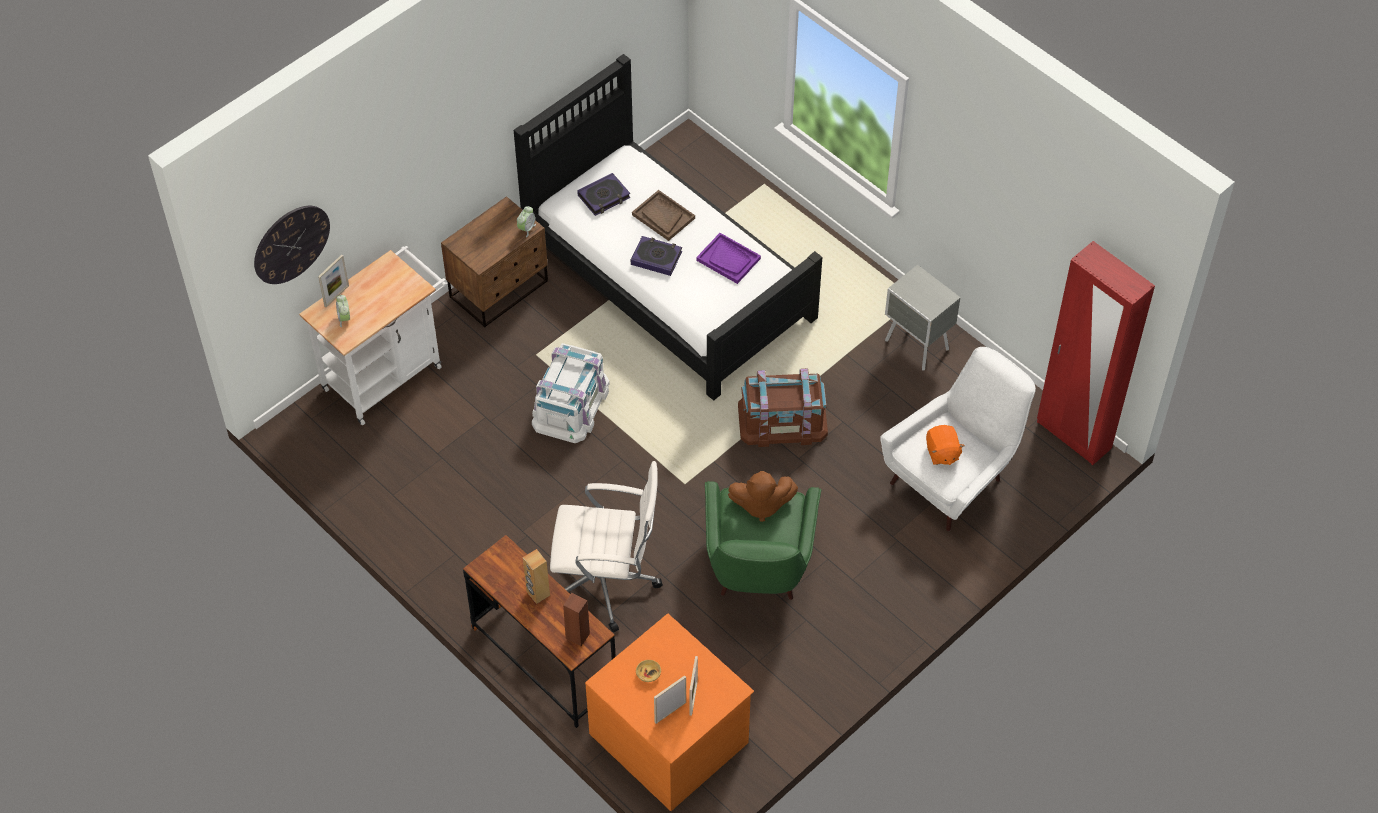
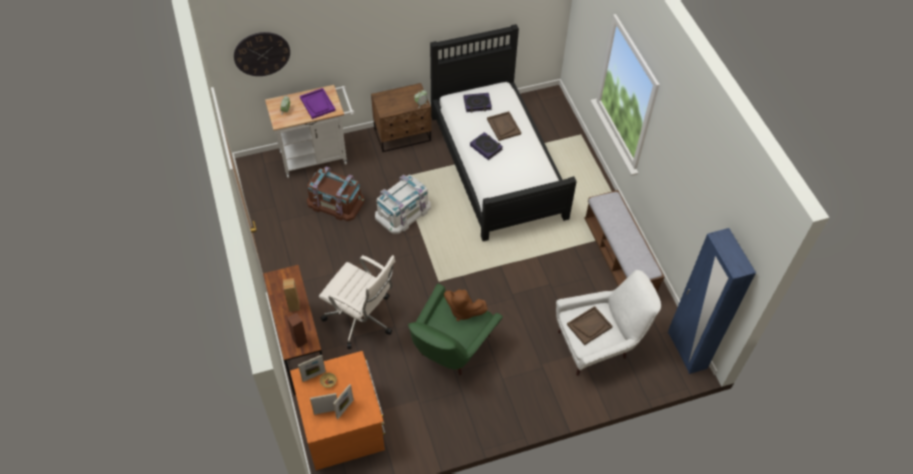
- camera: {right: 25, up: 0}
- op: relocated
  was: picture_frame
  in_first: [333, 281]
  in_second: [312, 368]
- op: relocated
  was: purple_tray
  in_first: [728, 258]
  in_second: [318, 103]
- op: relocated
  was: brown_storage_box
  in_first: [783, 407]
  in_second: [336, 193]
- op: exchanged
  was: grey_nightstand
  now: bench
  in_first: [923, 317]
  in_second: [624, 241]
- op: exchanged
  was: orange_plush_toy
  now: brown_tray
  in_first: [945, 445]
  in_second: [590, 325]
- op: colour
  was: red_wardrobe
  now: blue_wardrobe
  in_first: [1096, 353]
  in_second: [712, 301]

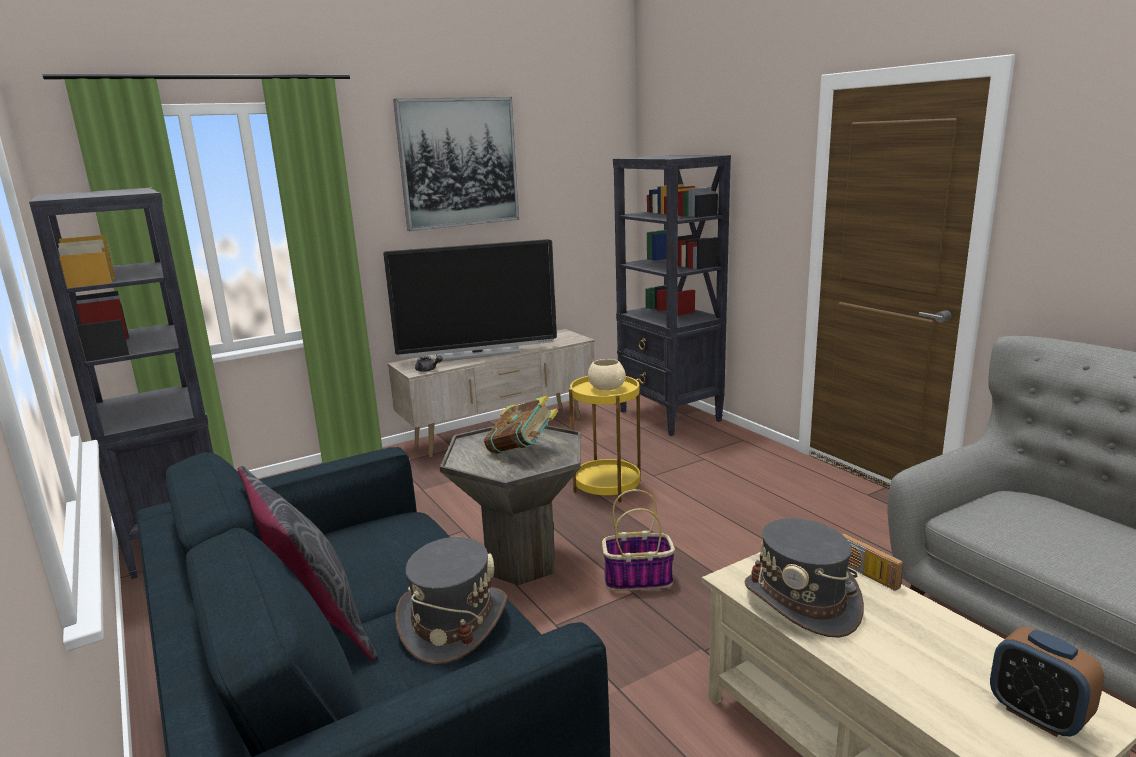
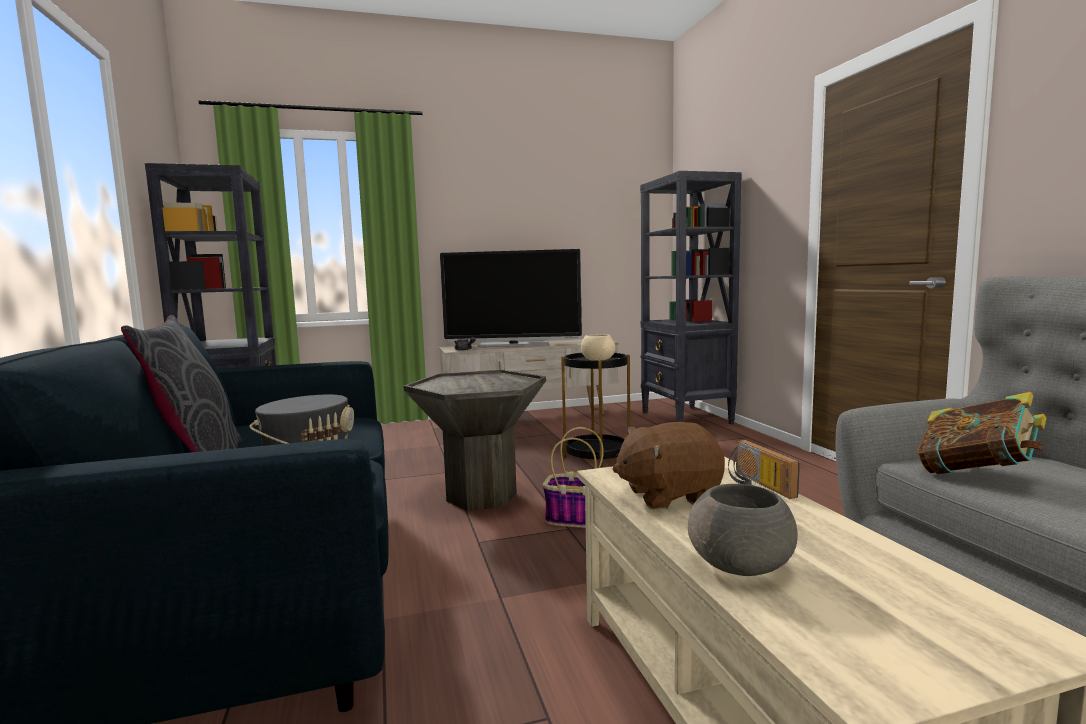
- camera: {right: 15, up: -10}
- op: missing
  was: picture
  in_first: [456, 164]
- op: missing
  was: alarm_clock
  in_first: [1047, 682]
- op: appeared
  now: grey_bowl
  in_second: [743, 530]
- op: relocated
  was: book
  in_first: [521, 424]
  in_second: [982, 433]
- op: exchanged
  was: grey_hat
  now: brown_plush_toy
  in_first: [804, 578]
  in_second: [669, 465]
- op: colour
  was: yellow_side_table
  now: black_side_table
  in_first: [605, 439]
  in_second: [595, 410]

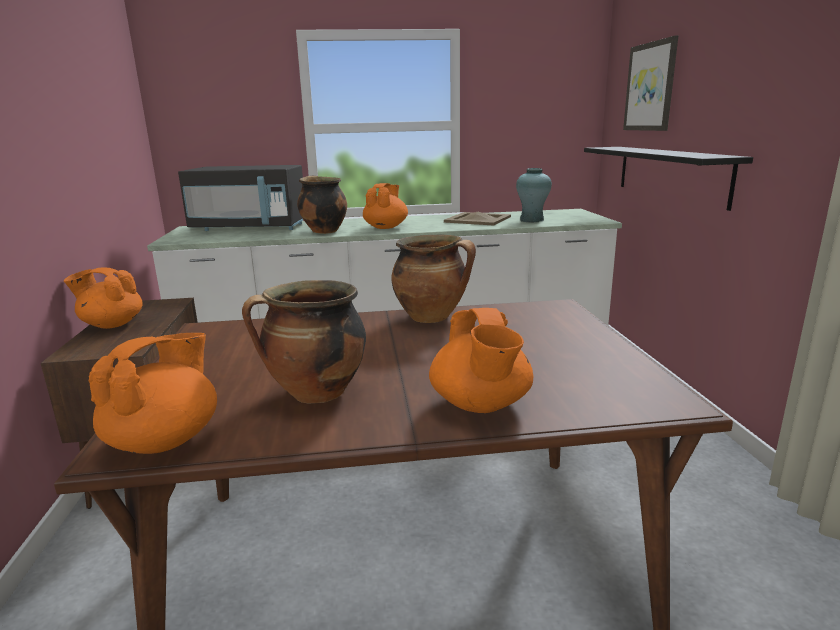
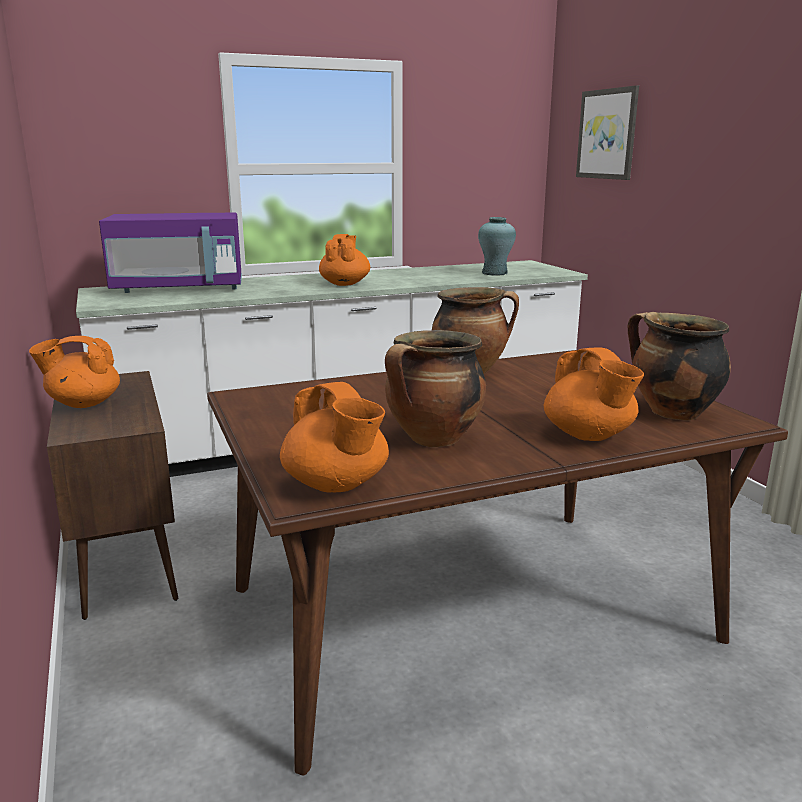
- camera: {right: -15, up: 0}
- op: missing
  was: beige_tray
  in_first: [477, 219]
- op: missing
  was: black_shelf
  in_first: [668, 179]
- op: relocated
  was: cooking_pot
  in_first: [322, 205]
  in_second: [679, 366]
- op: colour
  was: black_microwave
  now: purple_microwave
  in_first: [240, 198]
  in_second: [170, 253]
- op: spun
  was: orange_teapot
  in_first: [152, 393]
  in_second: [334, 437]
  clockwise: 135

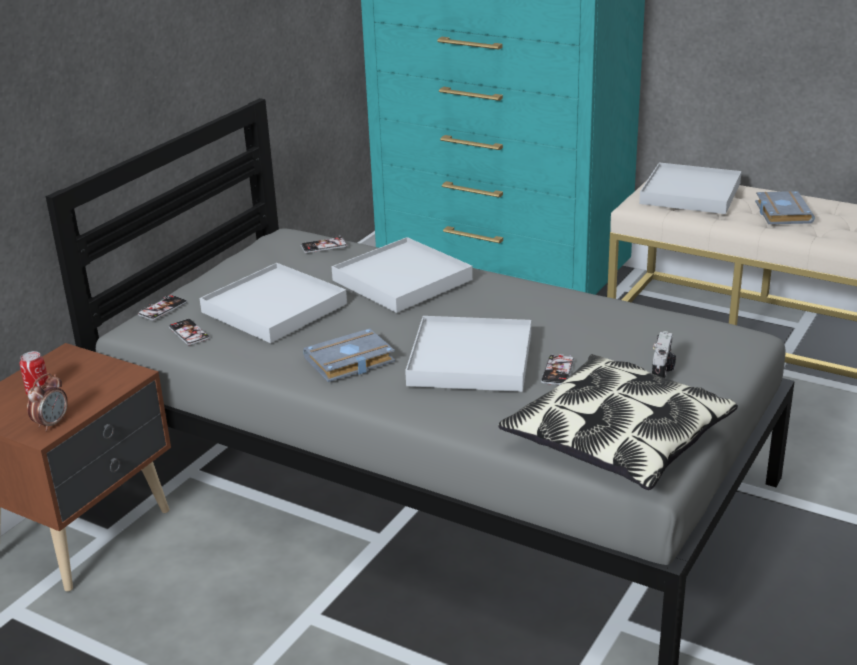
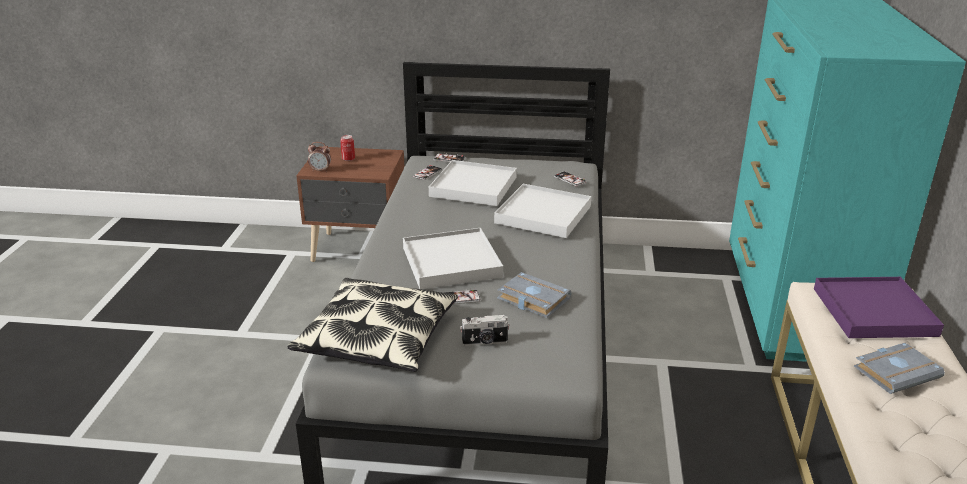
- camera: {right: 65, up: 0}
- op: relocated
  was: grey_book
  in_first: [349, 355]
  in_second: [534, 295]
- op: colour
  was: white_tray
  now: purple_tray
  in_first: [690, 188]
  in_second: [879, 307]

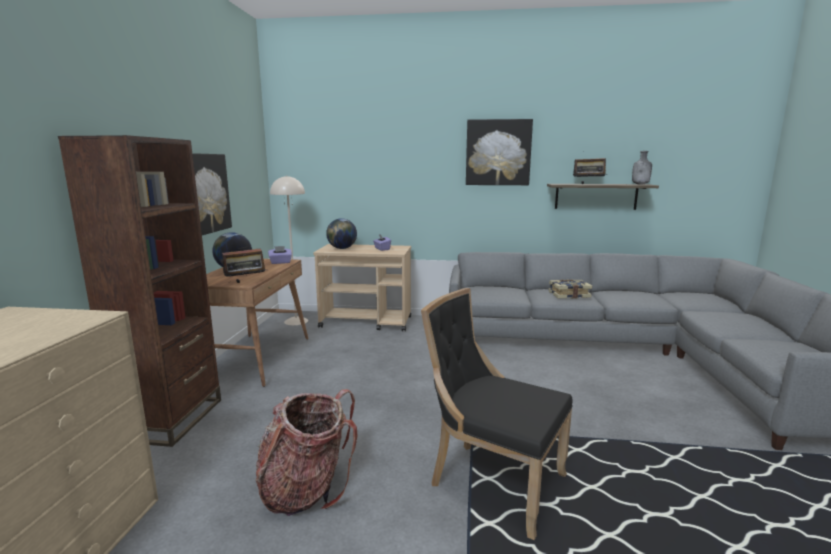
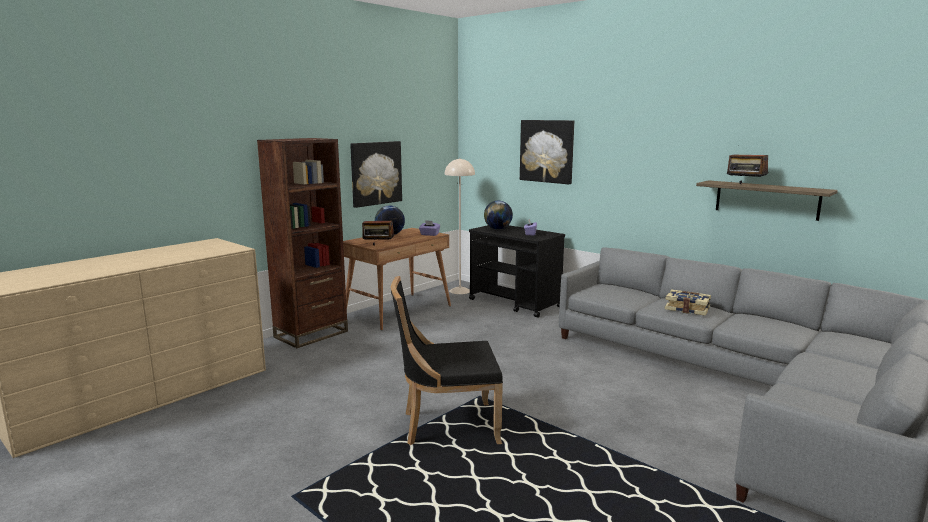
- camera: {right: 35, up: 0}
- op: missing
  was: backpack
  in_first: [307, 452]
- op: missing
  was: grey_bottle
  in_first: [642, 168]
- op: relocated
  was: picture
  in_first: [499, 152]
  in_second: [547, 152]
- op: colour
  was: beige_cart
  now: black_cart
  in_first: [362, 287]
  in_second: [517, 271]
- op: spun
  was: black_chair
  in_first: [497, 414]
  in_second: [447, 360]
  clockwise: -75

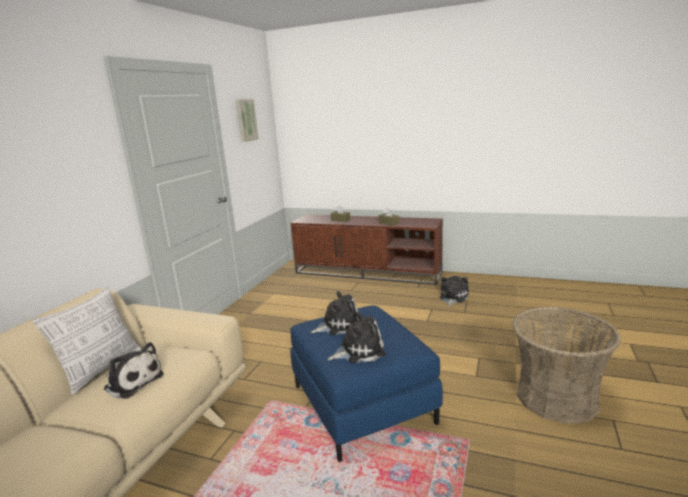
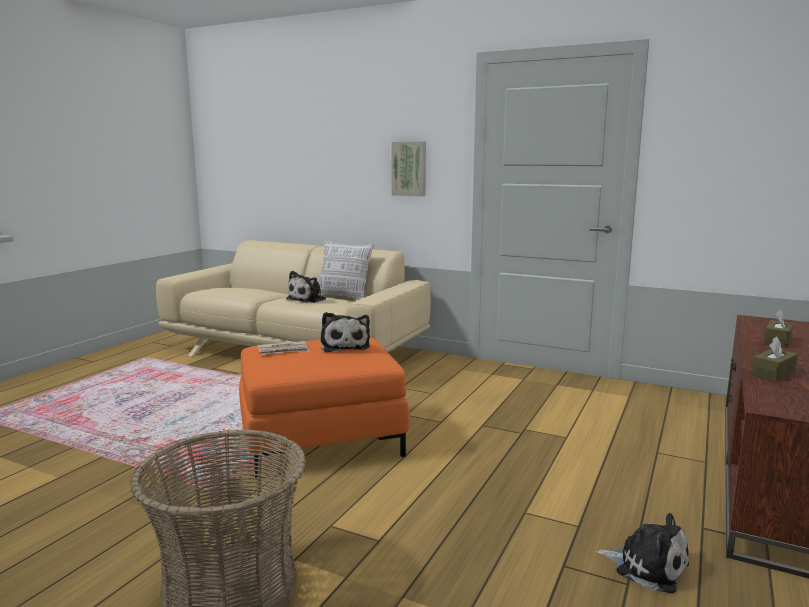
- camera: {right: 95, up: -5}
- op: relocated
  was: picture
  in_first: [247, 120]
  in_second: [408, 168]
- op: exchanged
  was: plush_toy
  now: newspaper
  in_first: [357, 337]
  in_second: [284, 348]
- op: colour
  was: blue_ottoman
  now: orange_ottoman
  in_first: [366, 383]
  in_second: [324, 408]

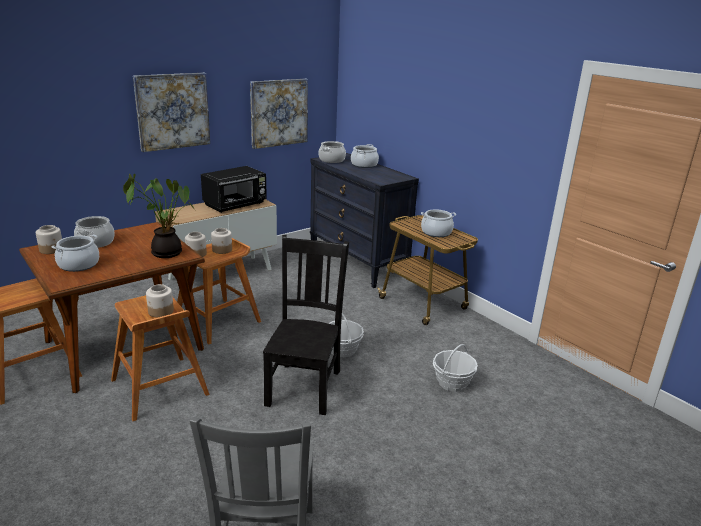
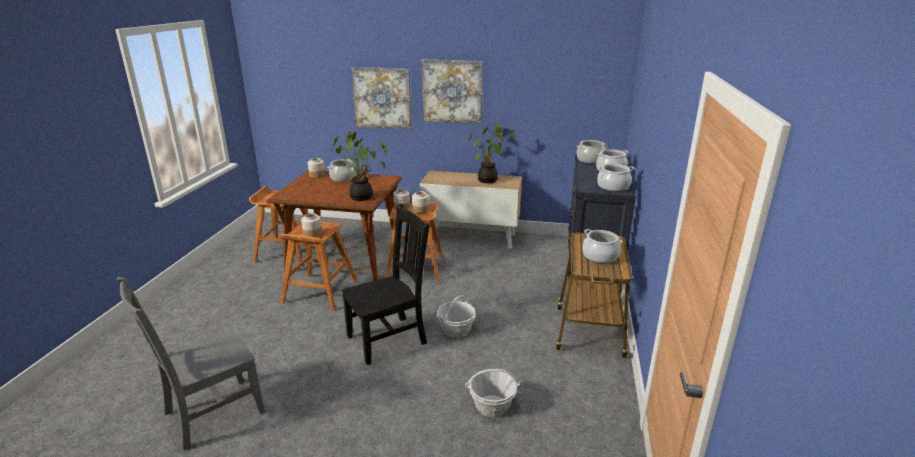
- camera: {right: 50, up: 0}
- op: relocated
  was: cooking_pot
  in_first: [75, 253]
  in_second: [615, 178]
- op: relocated
  was: picture
  in_first: [279, 114]
  in_second: [381, 98]
- op: exchanged
  was: black_microwave
  now: potted_plant
  in_first: [234, 189]
  in_second: [492, 153]

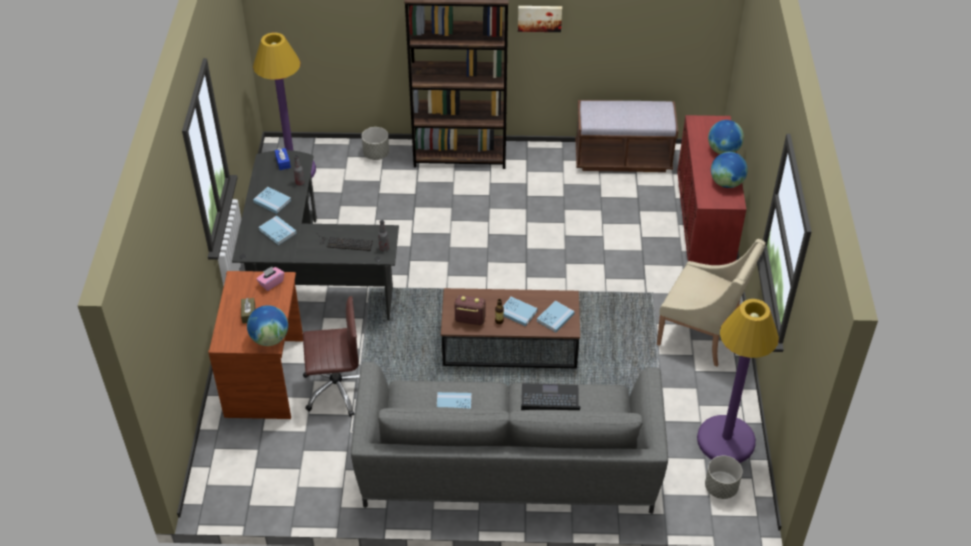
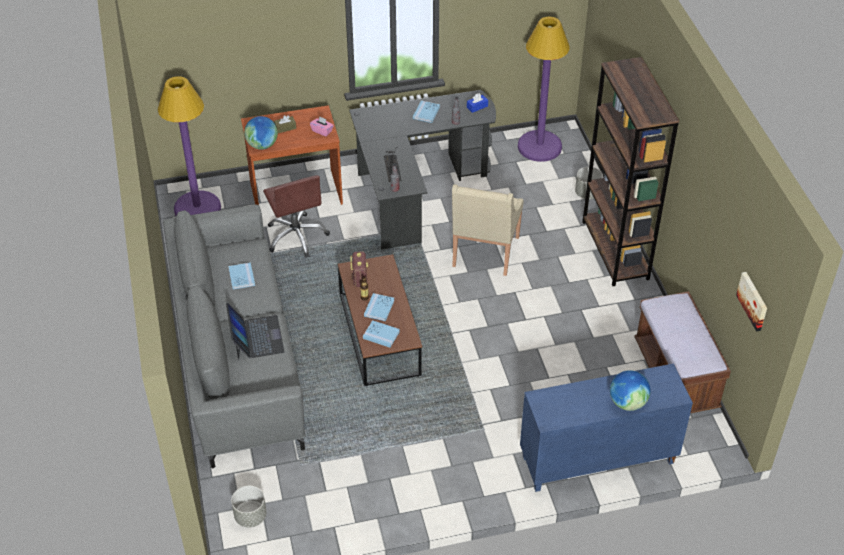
- camera: {right: 75, up: 0}
- op: missing
  was: blue_book
  in_first: [277, 230]
- op: missing
  was: globe
  in_first: [729, 170]
- op: relocated
  was: picture
  in_first: [540, 19]
  in_second: [751, 302]
- op: relocated
  was: beige_armchair
  in_first: [711, 302]
  in_second: [488, 230]
- op: relocated
  was: purple_floor_lamp
  in_first: [738, 381]
  in_second: [189, 146]
- op: colour
  was: red_cabinet
  now: blue_cabinet
  in_first: [711, 190]
  in_second: [606, 427]

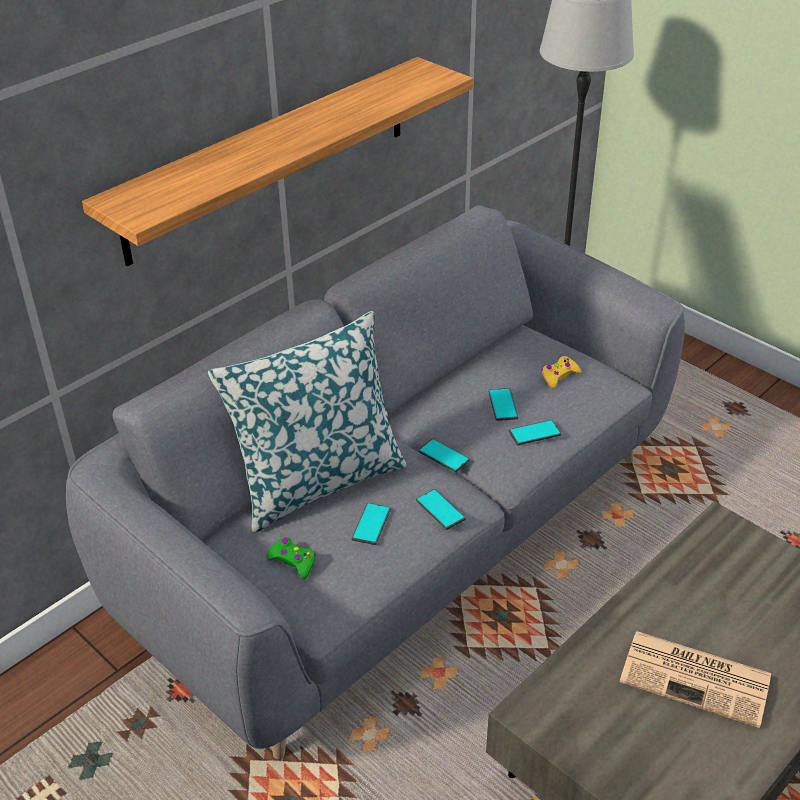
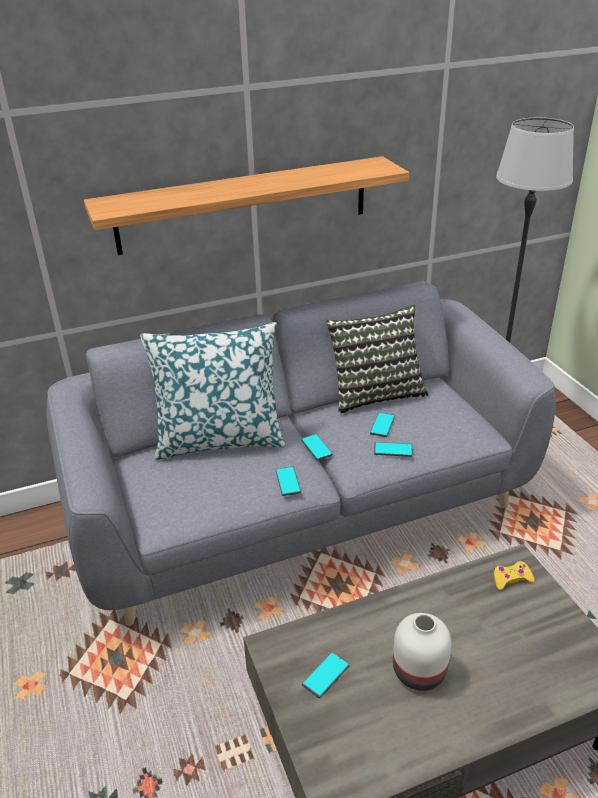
- camera: {right: 25, up: -5}
- op: missing
  was: green_game_controller
  in_first: [291, 558]
- op: appeared
  now: pillow
  in_second: [377, 359]
- op: relocated
  was: phone
  in_first: [371, 524]
  in_second: [326, 675]
- op: relocated
  was: yellow_game_controller
  in_first: [561, 372]
  in_second: [514, 575]
- op: exchanged
  was: newspaper
  now: white_vase
  in_first: [695, 679]
  in_second: [422, 652]

